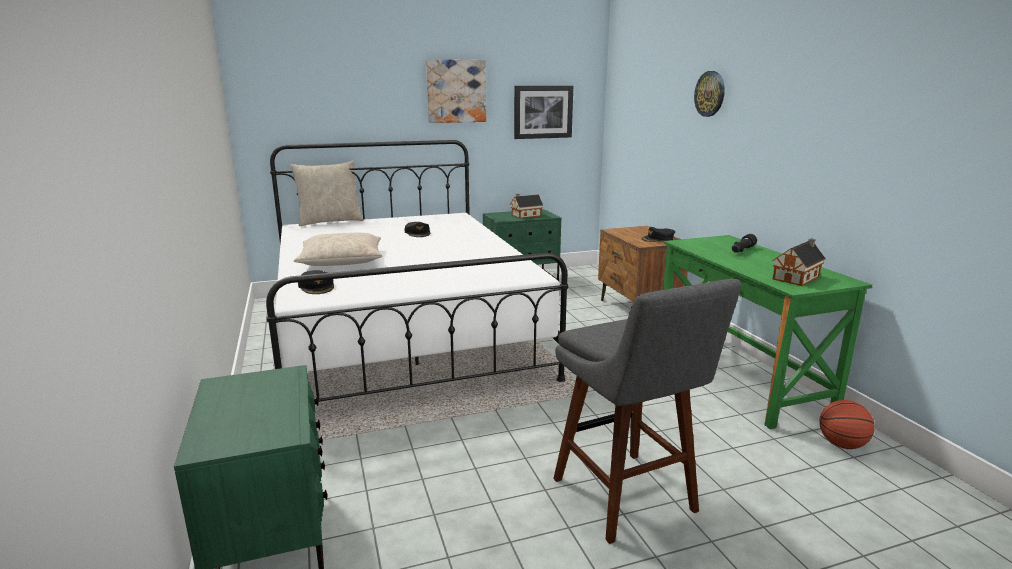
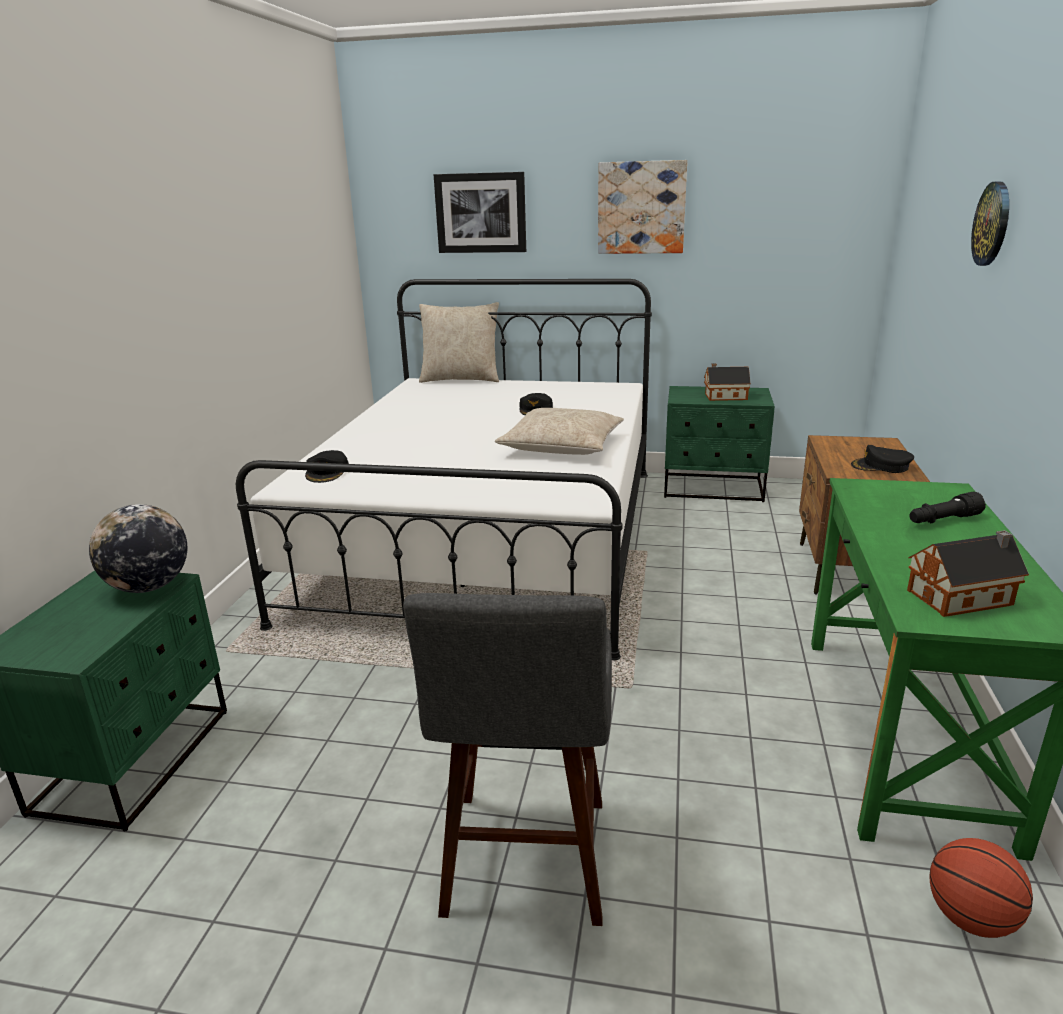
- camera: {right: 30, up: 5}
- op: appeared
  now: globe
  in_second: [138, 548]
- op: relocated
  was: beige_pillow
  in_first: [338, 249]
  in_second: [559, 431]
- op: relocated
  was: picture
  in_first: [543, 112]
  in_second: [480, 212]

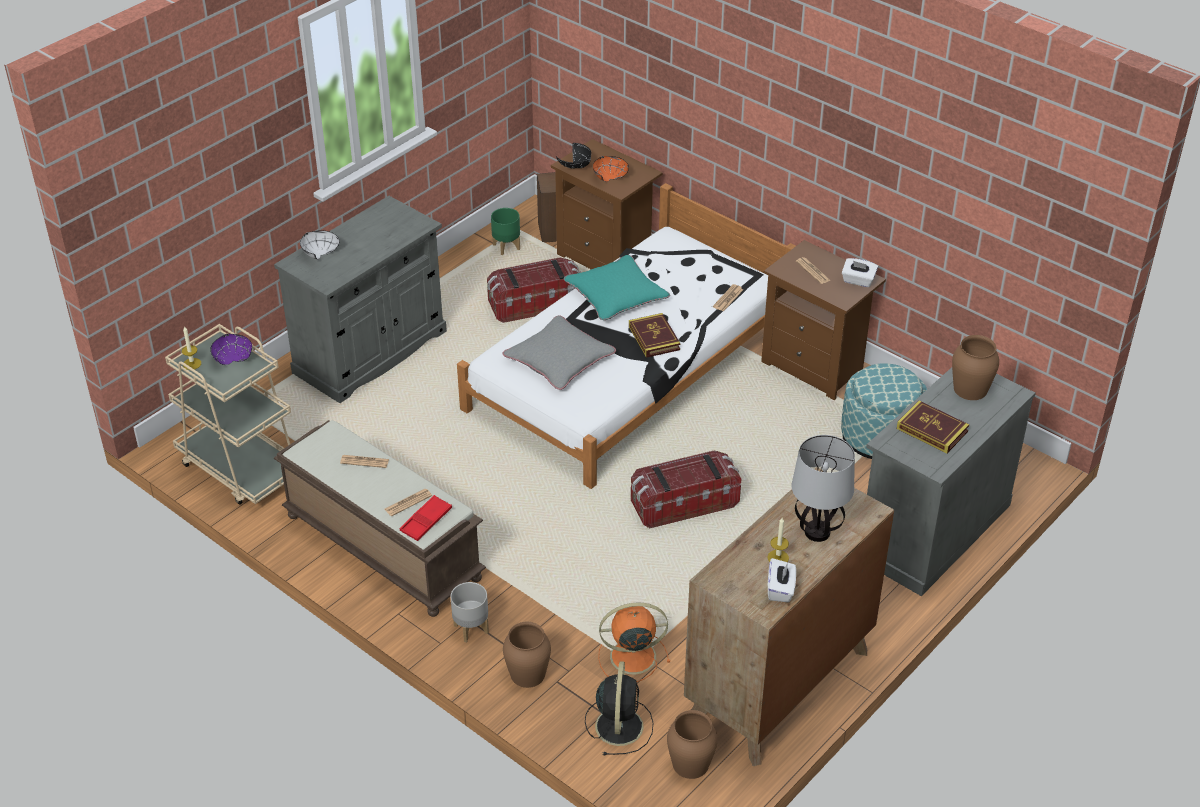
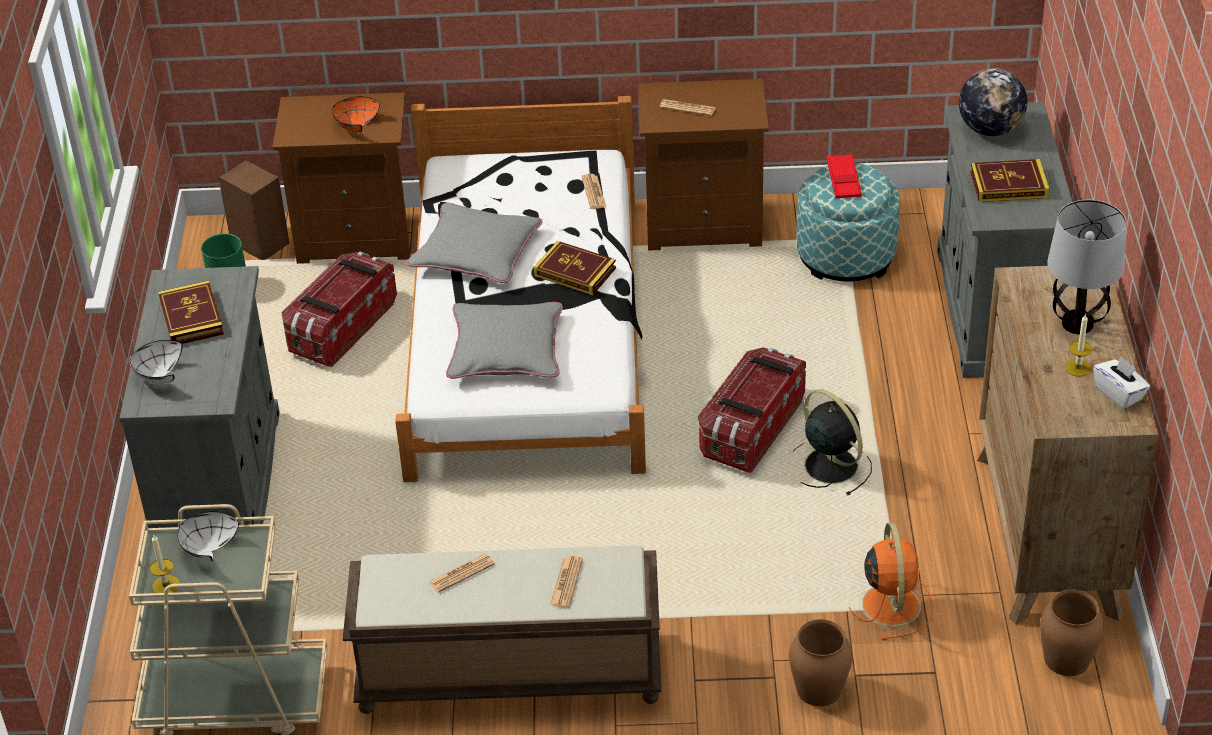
- camera: {right: -40, up: 0}
- op: missing
  was: grey_planter
  in_first: [470, 612]
- op: missing
  was: black_bowl
  in_first: [573, 155]
- op: missing
  was: white_tissue_box
  in_first: [860, 272]
- op: appeared
  now: book
  in_second: [191, 312]
- op: relocated
  was: red_tray
  in_first: [426, 518]
  in_second: [844, 176]
- op: relocated
  was: black_fan
  in_first: [619, 708]
  in_second: [832, 442]
- op: exchanged
  was: brown_vase
  now: globe
  in_first: [975, 367]
  in_second: [993, 102]
- op: colour
  was: purple_bowl
  now: white_bowl
  in_first: [231, 349]
  in_second: [208, 536]
- op: colour
  was: turquoise_pillow
  now: grey_pillow
  in_first: [617, 287]
  in_second: [474, 243]
- op: spun
  was: orange_fan
  in_first: [634, 642]
  in_second: [891, 581]
  clockwise: 135

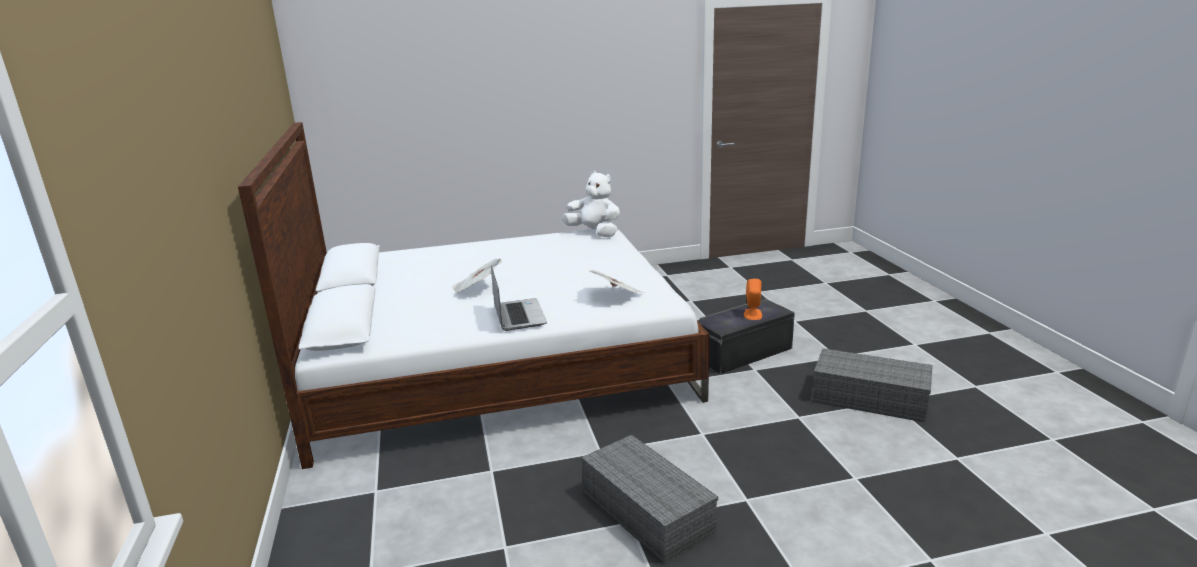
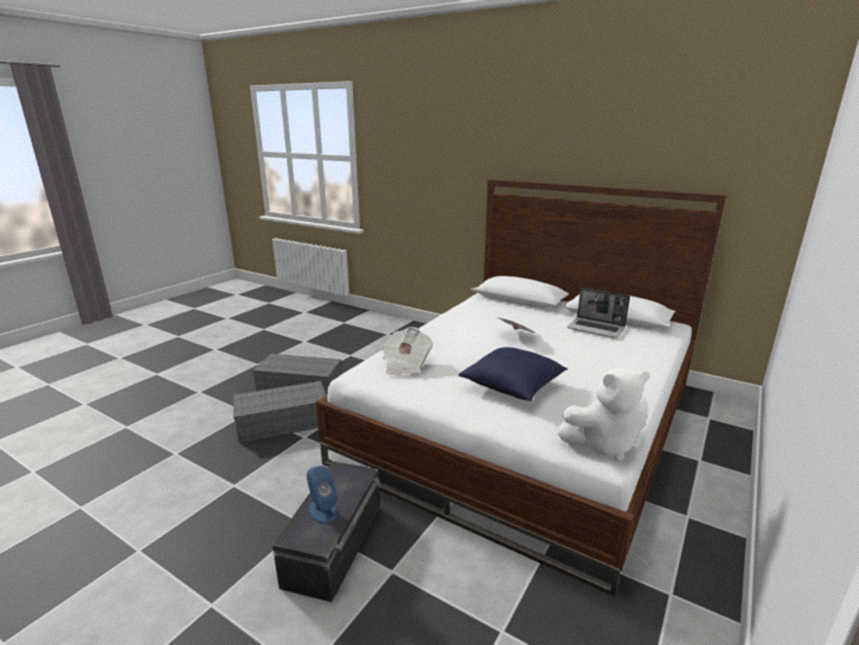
- camera: {right: 135, up: 0}
- op: appeared
  now: blue_pillow
  in_second: [513, 374]
- op: relocated
  was: laptop
  in_first: [519, 298]
  in_second: [598, 313]
- op: relocated
  was: grey_storage_box
  in_first: [873, 385]
  in_second: [279, 412]
- op: colour
  was: orange_speaker
  now: blue_speaker
  in_first: [753, 299]
  in_second: [322, 495]

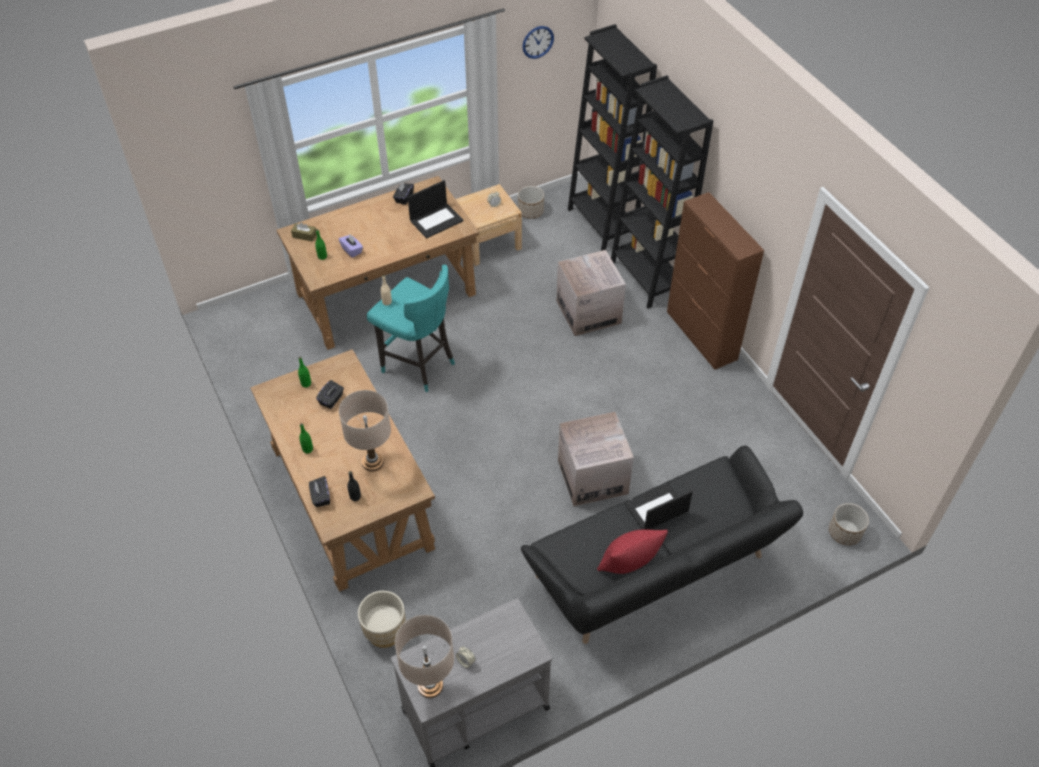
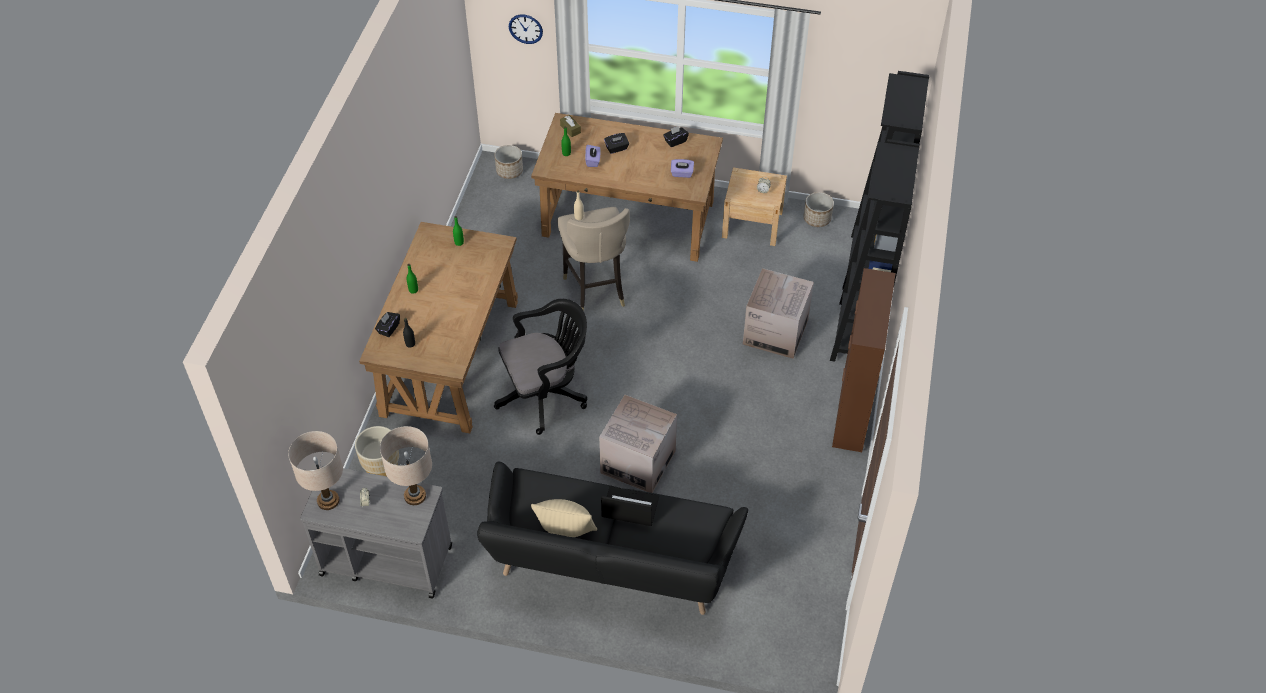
- camera: {right: 40, up: 0}
- op: appeared
  now: black_office_chair
  in_second: [540, 367]
- op: relocated
  was: black_tissue_box
  in_first: [330, 394]
  in_second: [616, 143]
- op: relocated
  was: beige_table_lamp
  in_first: [365, 430]
  in_second: [406, 465]
- op: relocated
  was: wall_clock
  in_first: [538, 42]
  in_second: [526, 29]
- op: relocated
  was: planter
  in_first: [849, 524]
  in_second: [508, 162]
- op: exchanged
  was: laptop
  now: purple_tissue_box
  in_first: [435, 209]
  in_second: [682, 168]
- op: colour
  was: turquoise_stool
  now: beige_stool
  in_first: [411, 328]
  in_second: [593, 259]
- op: colour
  was: red_pillow
  now: beige_pillow
  in_first: [632, 551]
  in_second: [564, 518]

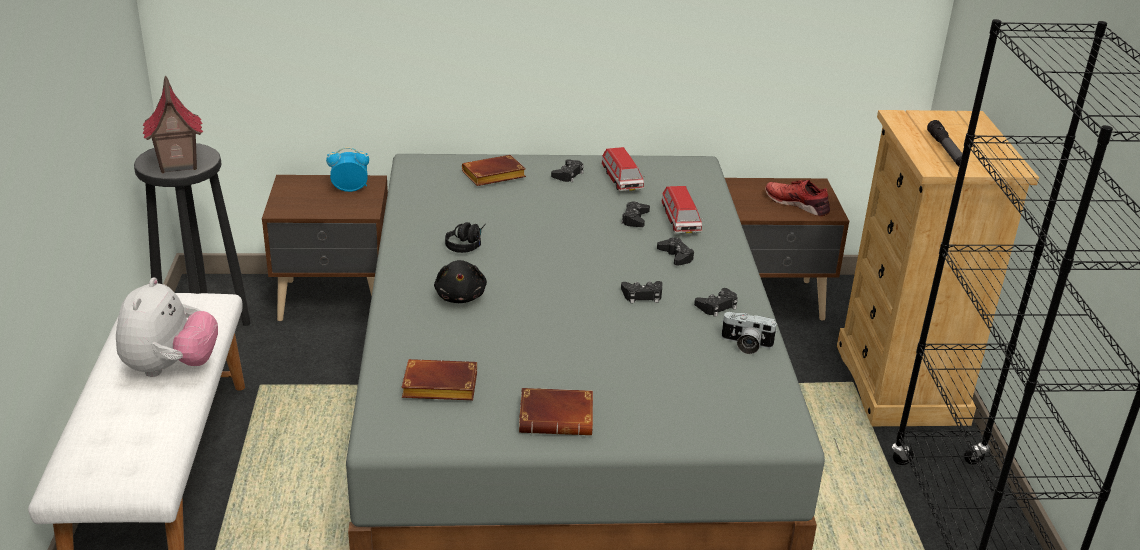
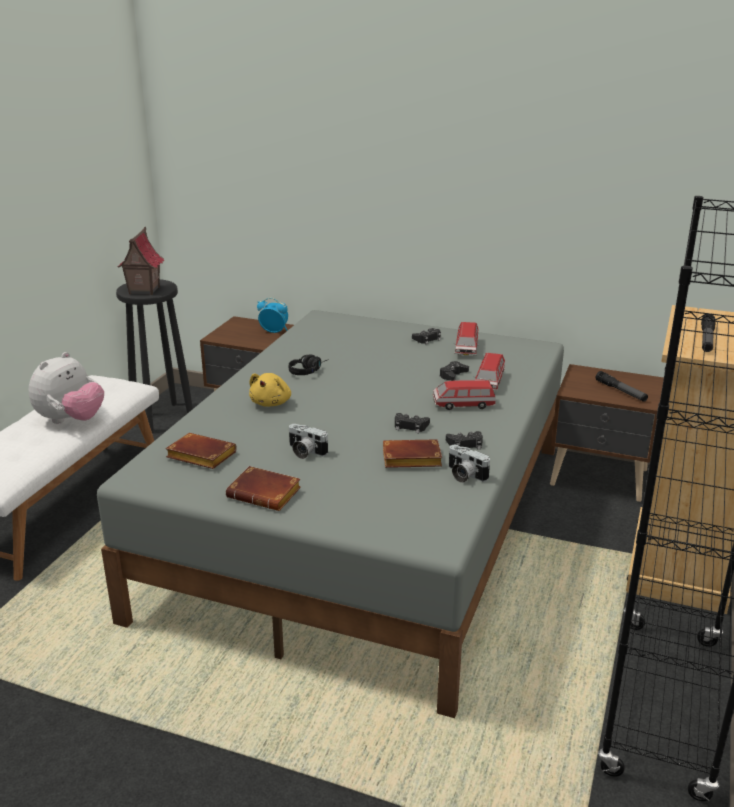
- camera: {right: 25, up: -5}
- op: appeared
  now: photo_camera
  in_second: [308, 441]
- op: relocated
  was: brown_book
  in_first: [494, 170]
  in_second: [412, 453]
- op: exchanged
  was: black_game_controller
  now: toy_car
  in_first: [675, 251]
  in_second: [464, 395]
- op: exchanged
  was: red_shoe
  now: flashlight
  in_first: [797, 198]
  in_second: [622, 386]
- op: colour
  was: black_plush_toy
  now: yellow_plush_toy
  in_first: [460, 281]
  in_second: [270, 390]

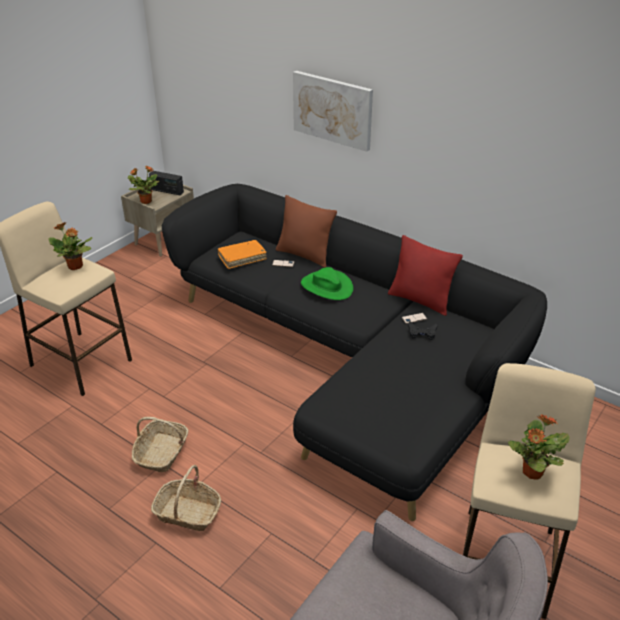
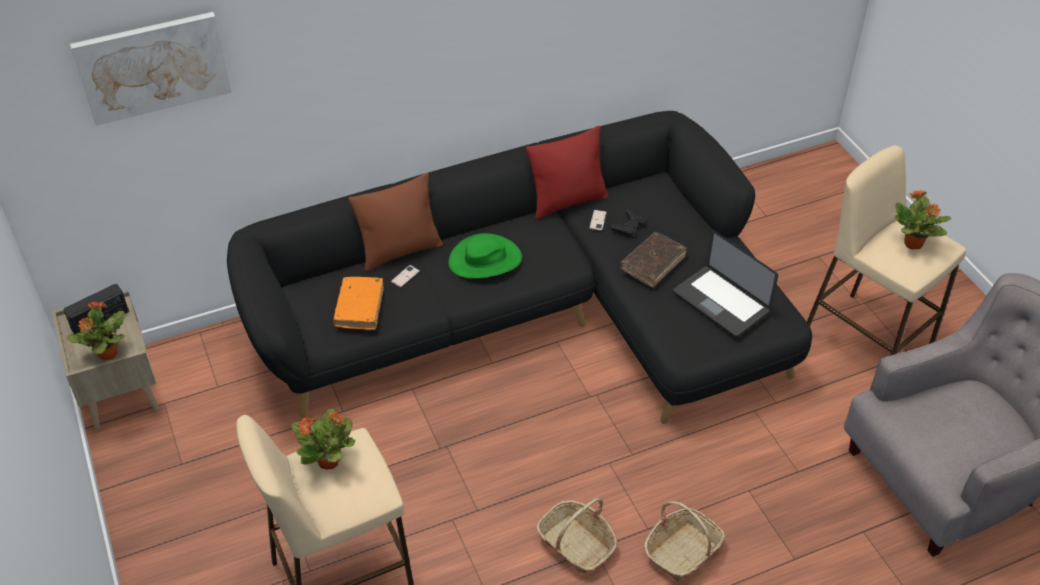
- camera: {right: -60, up: 10}
- op: appeared
  now: brown_book
  in_second: [653, 260]
- op: appeared
  now: laptop
  in_second: [725, 284]
- op: relocated
  was: picture
  in_first: [333, 111]
  in_second: [150, 69]

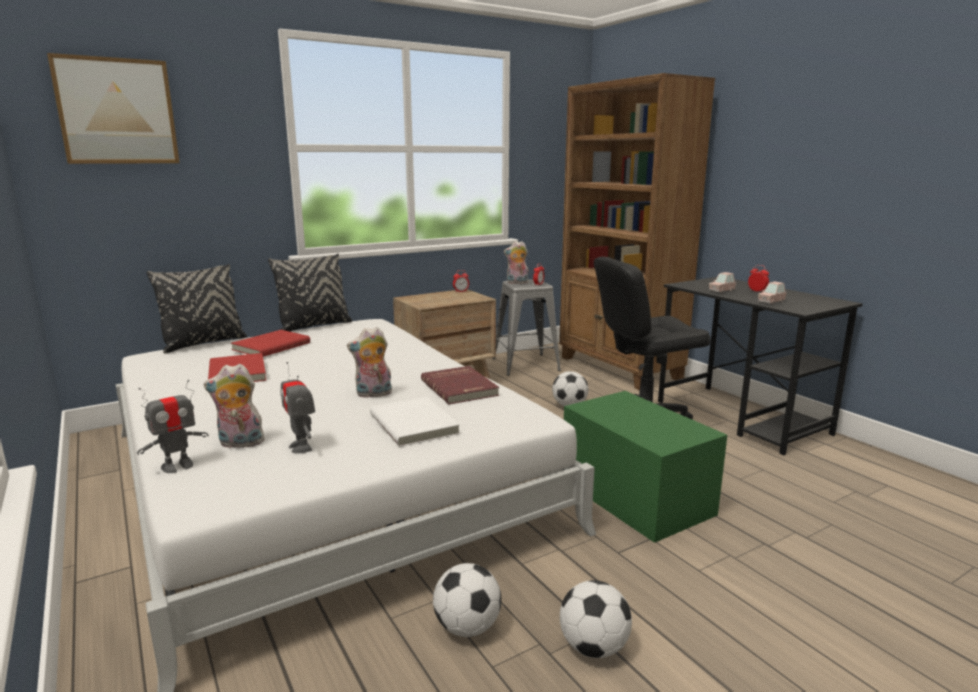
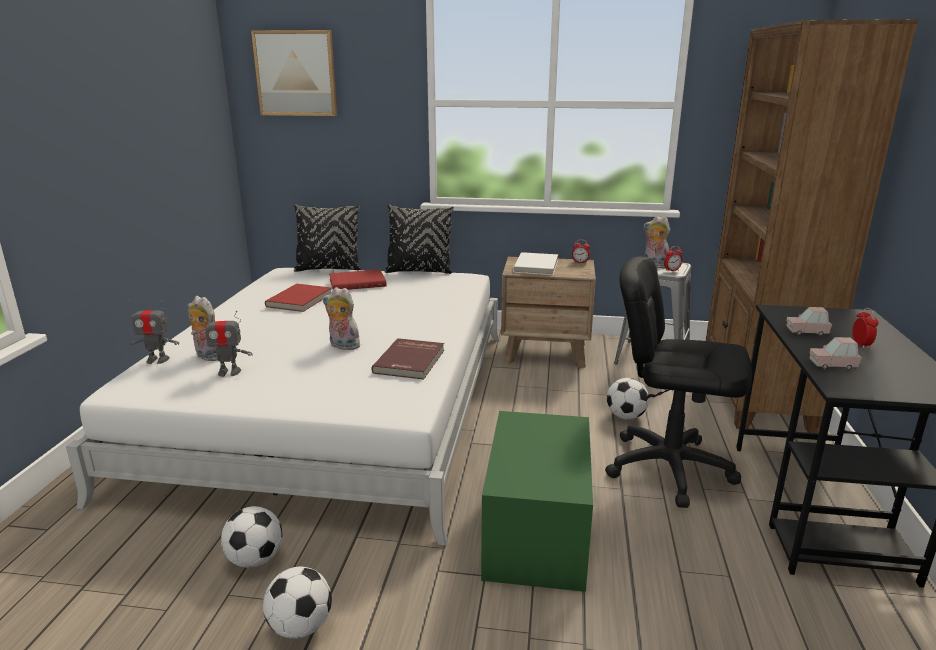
- camera: {right: 40, up: 5}
- op: relocated
  was: white_book
  in_first: [415, 421]
  in_second: [535, 263]
- op: spun
  was: toy_robot
  in_first: [297, 408]
  in_second: [227, 343]
  clockwise: -105

